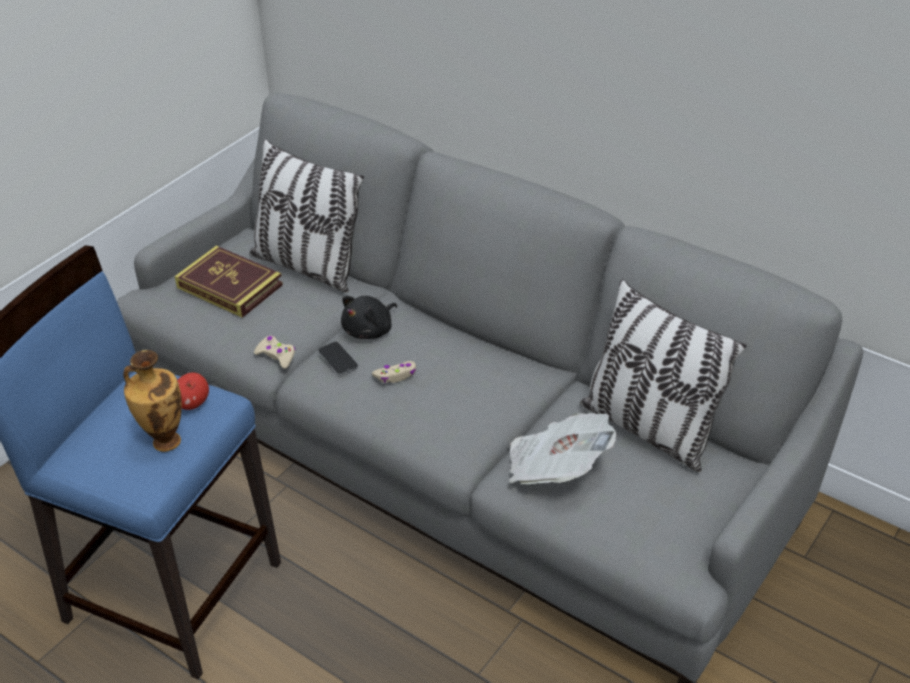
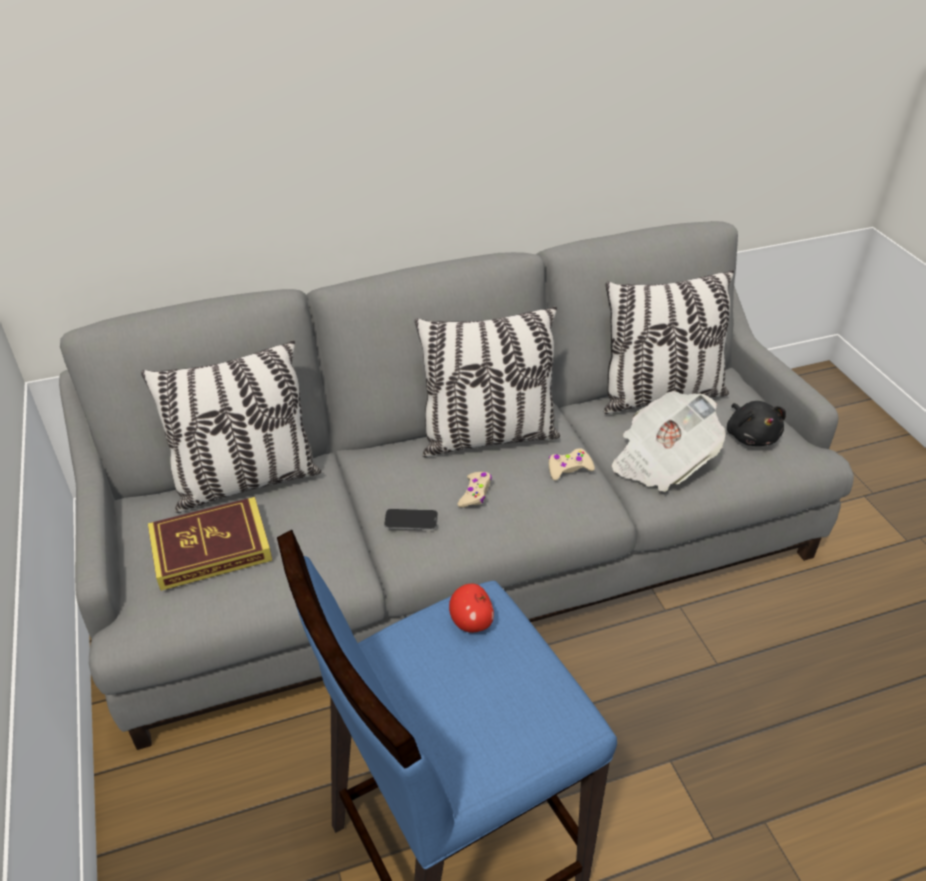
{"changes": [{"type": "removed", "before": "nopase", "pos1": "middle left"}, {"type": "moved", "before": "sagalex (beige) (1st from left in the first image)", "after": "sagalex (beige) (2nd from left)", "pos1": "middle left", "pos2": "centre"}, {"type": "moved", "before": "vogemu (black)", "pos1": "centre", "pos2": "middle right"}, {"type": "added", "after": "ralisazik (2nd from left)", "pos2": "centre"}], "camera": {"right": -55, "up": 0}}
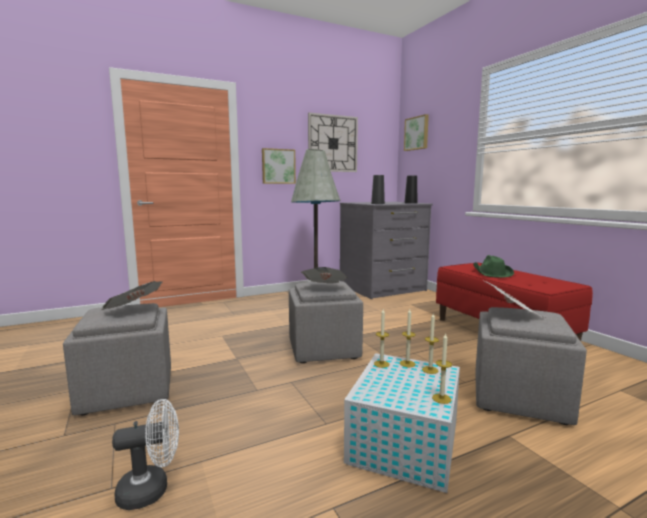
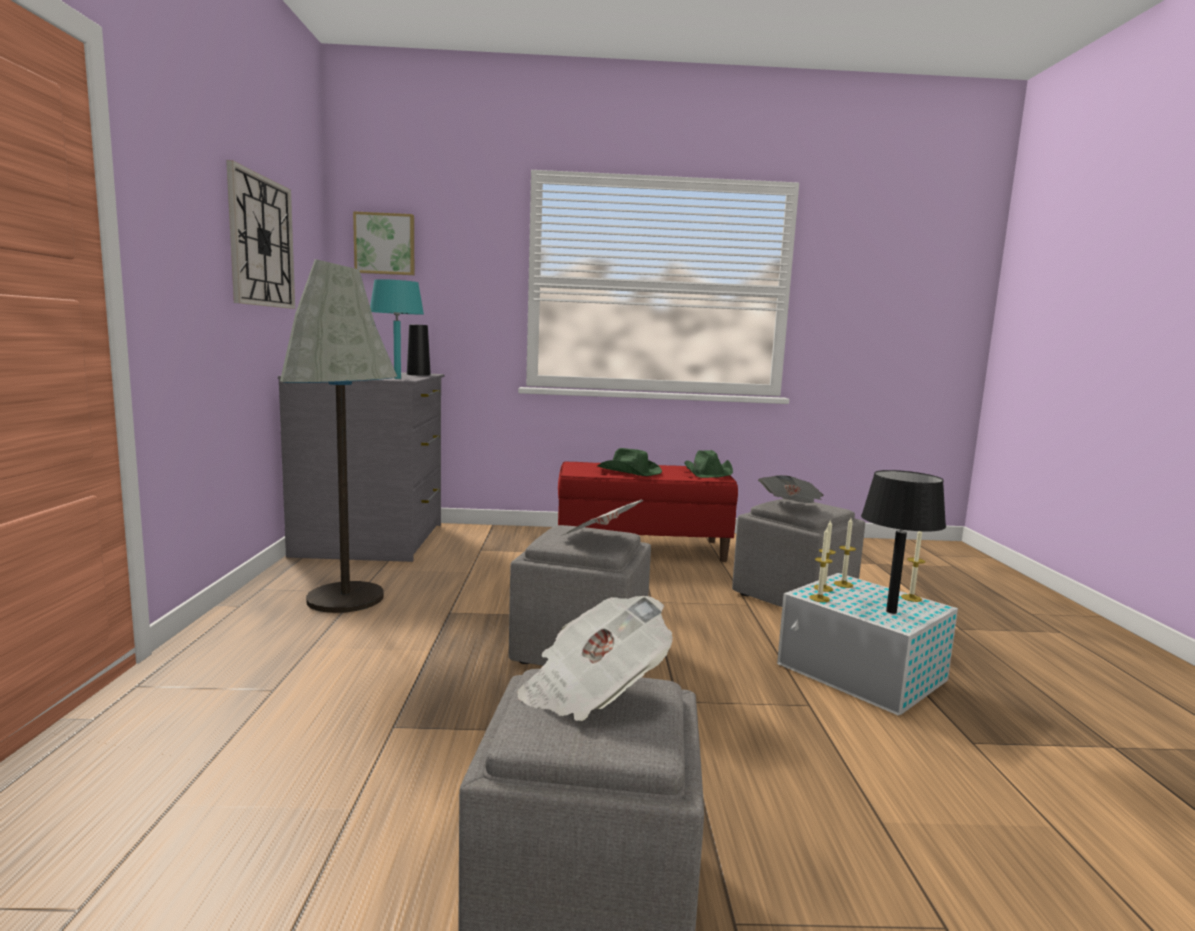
{"changes": [{"type": "removed", "before": "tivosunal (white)", "pos1": "bottom left"}, {"type": "removed", "before": "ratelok (1st from left)", "pos1": "top centre"}, {"type": "replaced", "before": "nopase (black) (1st from left)", "after": "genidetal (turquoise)", "pos1": "centre", "pos2": "middle left"}, {"type": "added", "after": "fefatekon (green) (2nd from left)", "pos2": "centre"}, {"type": "added", "after": "genidetal (black)", "pos2": "middle right"}], "camera": {"right": -65, "up": 0}}
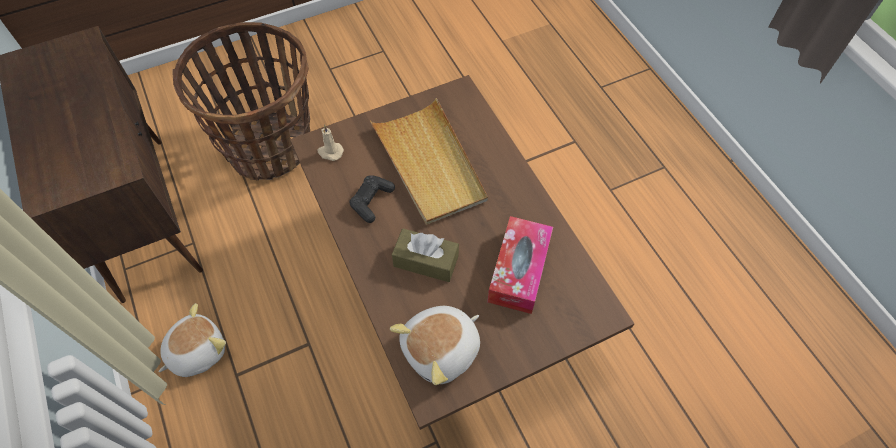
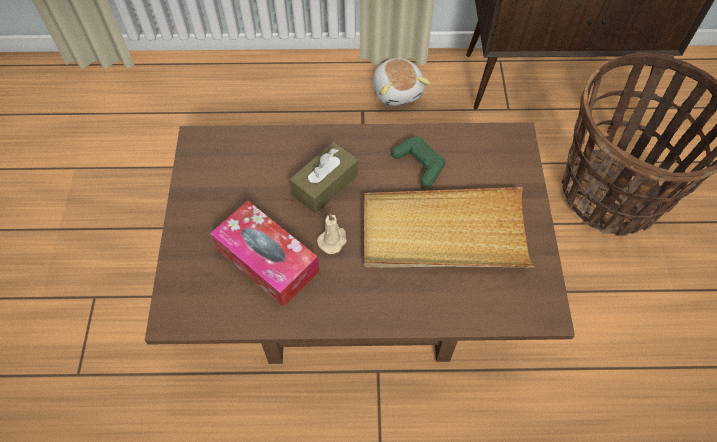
{"changes": [{"type": "moved", "before": "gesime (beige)", "pos1": "top centre", "pos2": "centre"}, {"type": "recoloured", "before": "sagalex (black)", "after": "sagalex (green)", "pos1": "centre", "pos2": "centre"}, {"type": "removed", "before": "vogemu (2nd from left)", "pos1": "bottom centre"}], "camera": {"right": 115, "up": 0}}
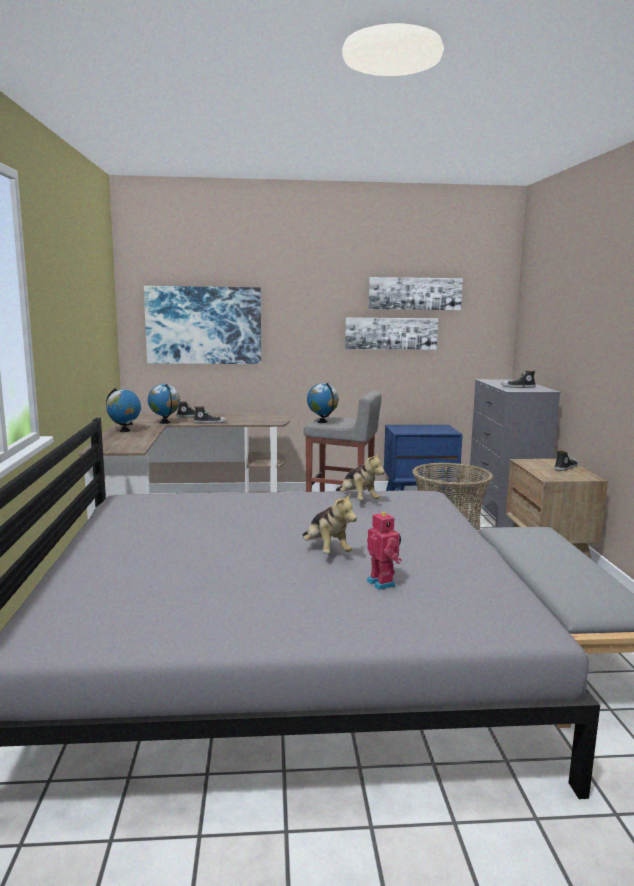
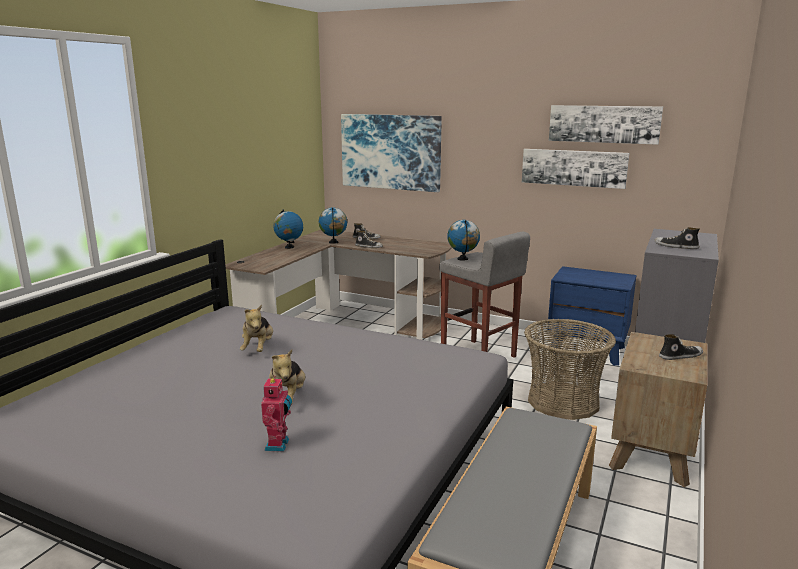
{"changes": [{"type": "moved", "before": "vogemu (2nd from left in the first image)", "after": "vogemu (1st from left)", "pos1": "centre", "pos2": "middle left"}], "camera": {"right": 30, "up": 5}}
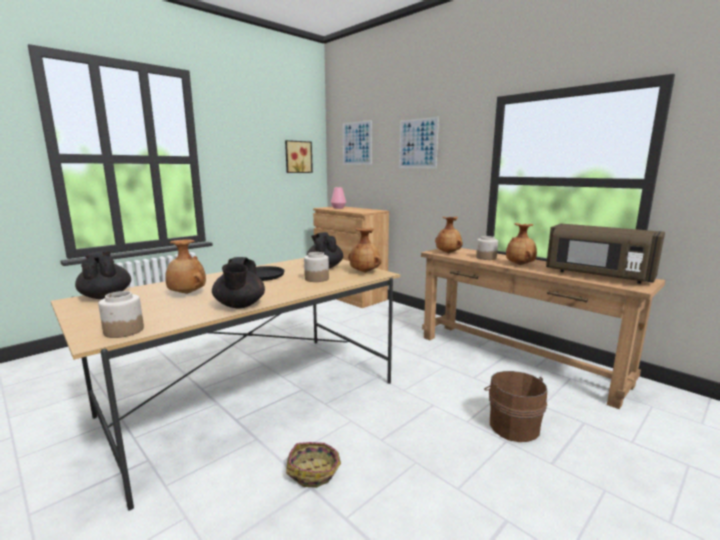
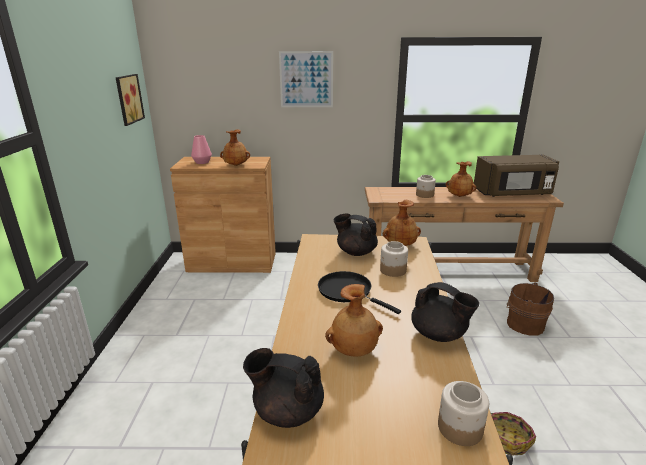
{"changes": [{"type": "removed", "before": "ratelok (2nd from left)", "pos1": "top centre"}, {"type": "moved", "before": "nopase (brown) (3rd from left in the first image)", "after": "nopase (brown) (1st from left)", "pos1": "centre", "pos2": "top centre"}], "camera": {"right": -45, "up": 10}}
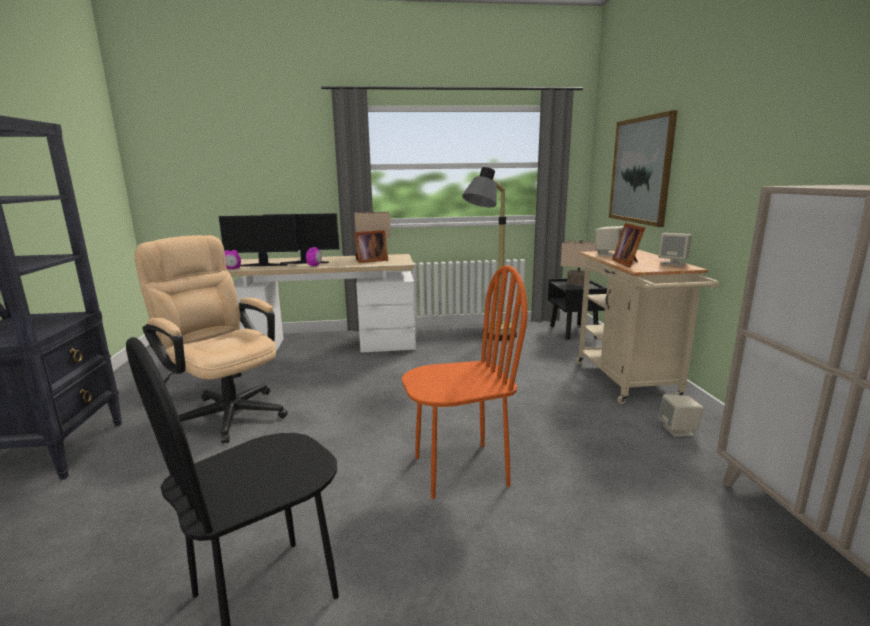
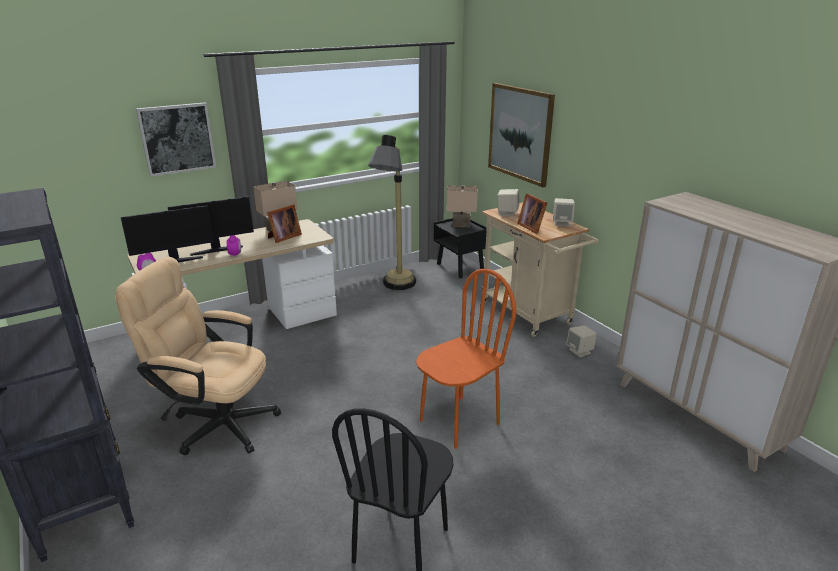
{"changes": [{"type": "added", "after": "ratelok (1st from left)", "pos2": "top left"}], "camera": {"right": -25, "up": 10}}
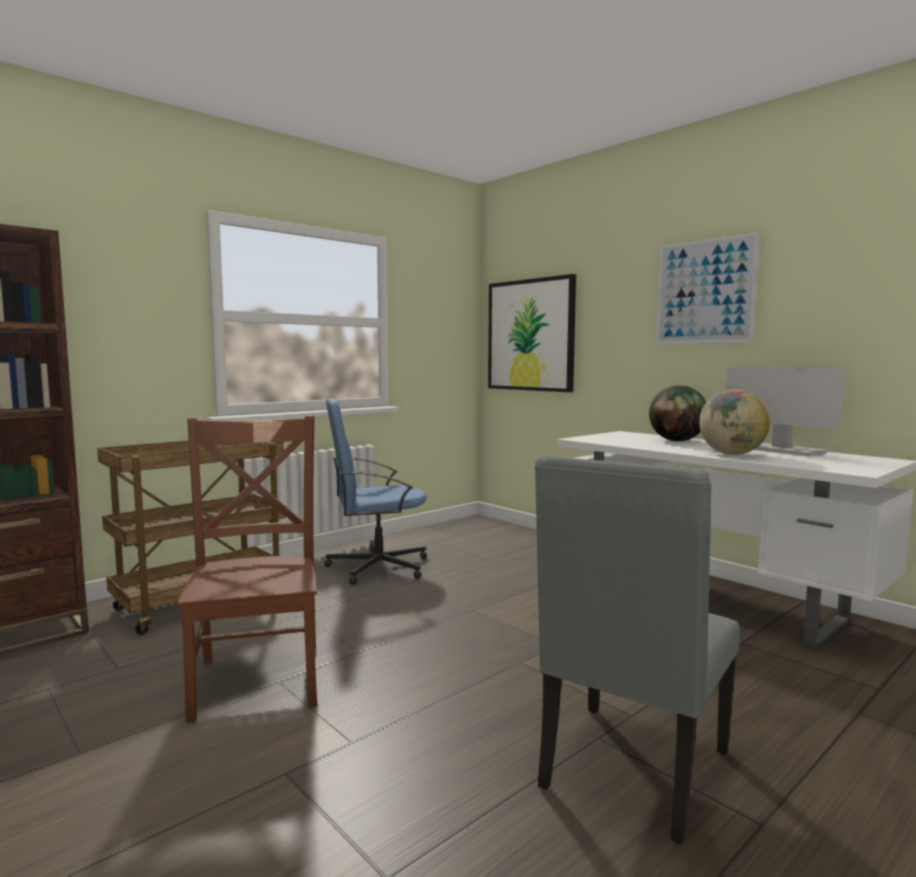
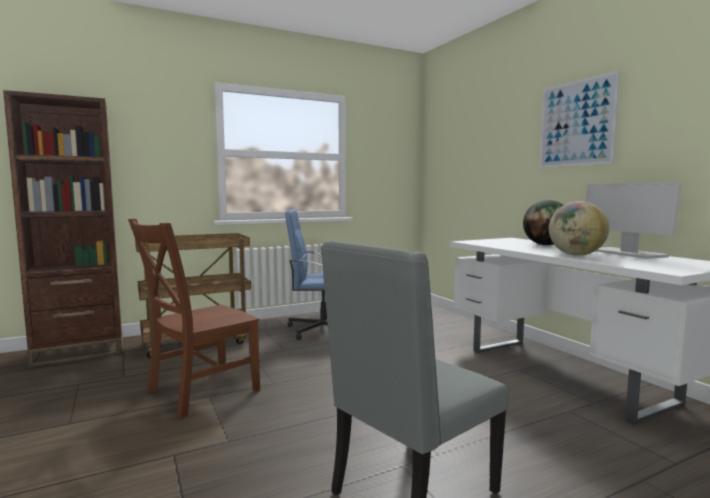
{"changes": [{"type": "turned", "before": "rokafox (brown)", "pos1": "middle left", "pos2": "middle left", "turn": -135}, {"type": "removed", "before": "ratelok (1st from left)", "pos1": "centre"}], "camera": {"right": 15, "up": 0}}
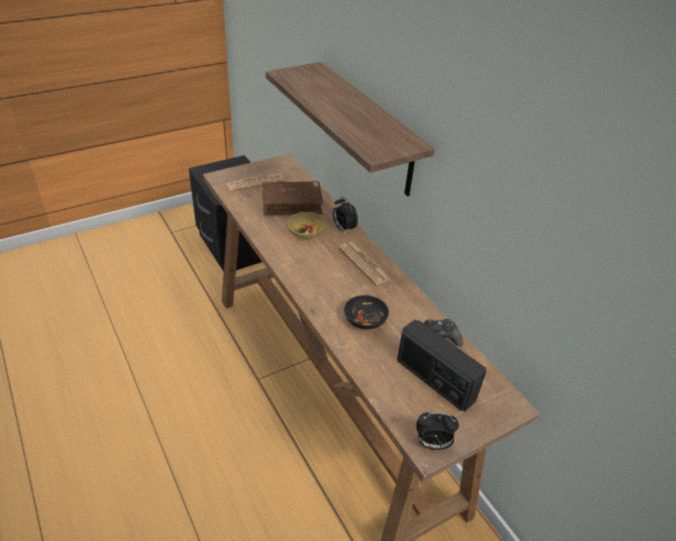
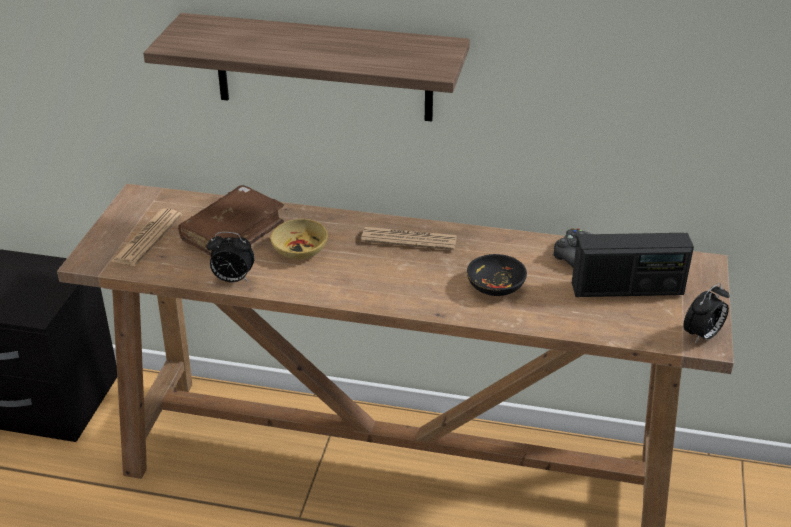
{"changes": [{"type": "moved", "before": "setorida (1st from left)", "pos1": "centre", "pos2": "middle left"}], "camera": {"right": -45, "up": -5}}
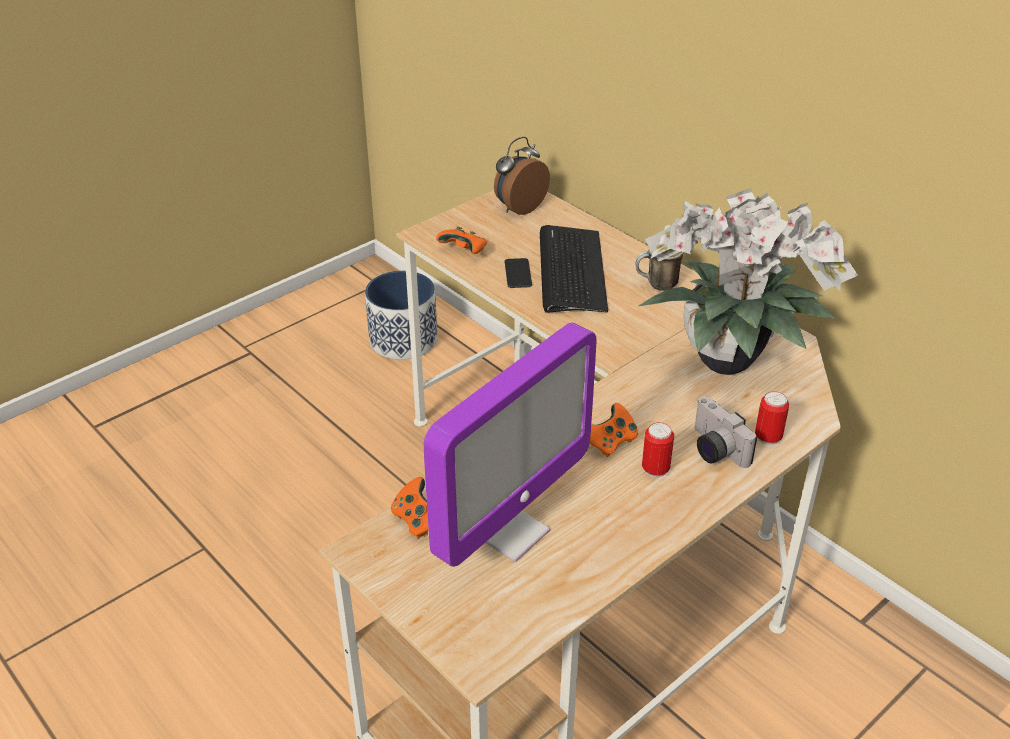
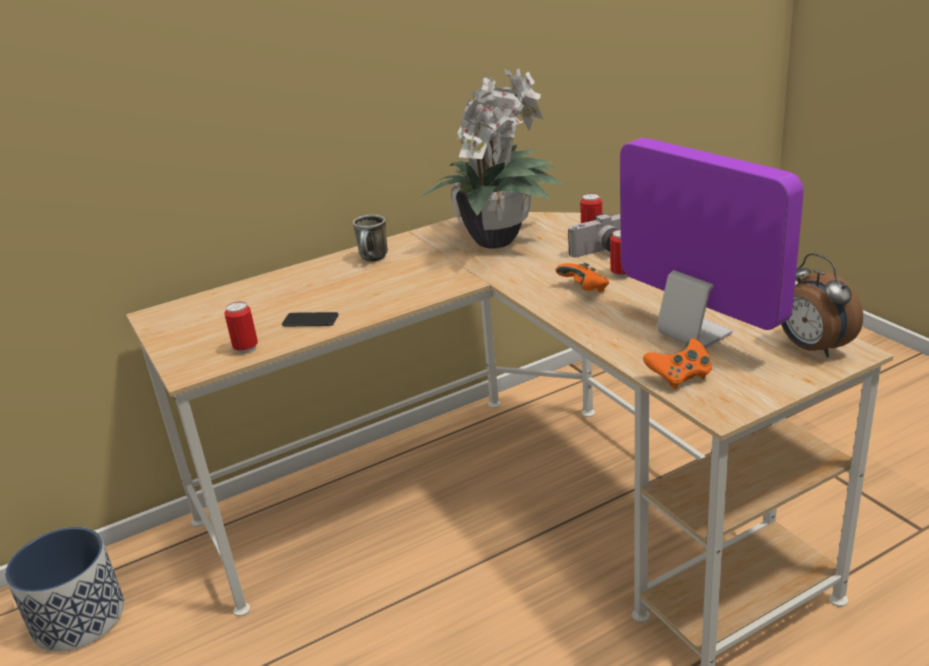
{"changes": [{"type": "replaced", "before": "sagalex (orange) (2nd from left)", "after": "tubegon (1st from left)", "pos1": "top centre", "pos2": "middle left"}, {"type": "moved", "before": "setorida", "pos1": "top centre", "pos2": "middle right"}, {"type": "removed", "before": "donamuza", "pos1": "centre"}], "camera": {"right": -75, "up": -10}}
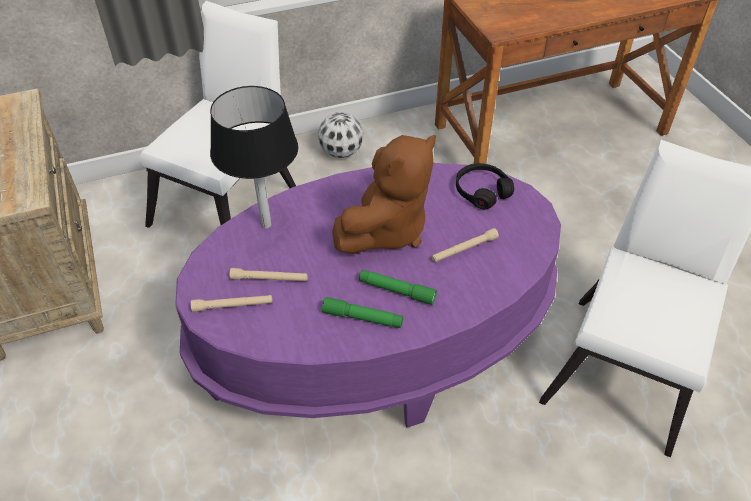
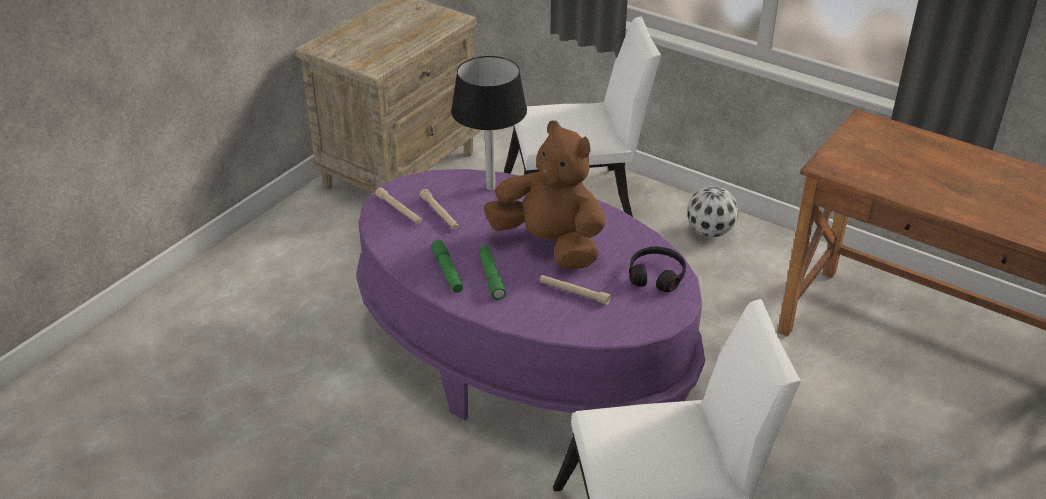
{"changes": [{"type": "turned", "before": "vogemu (brown)", "pos1": "centre", "pos2": "centre", "turn": -150}], "camera": {"right": 55, "up": -10}}
